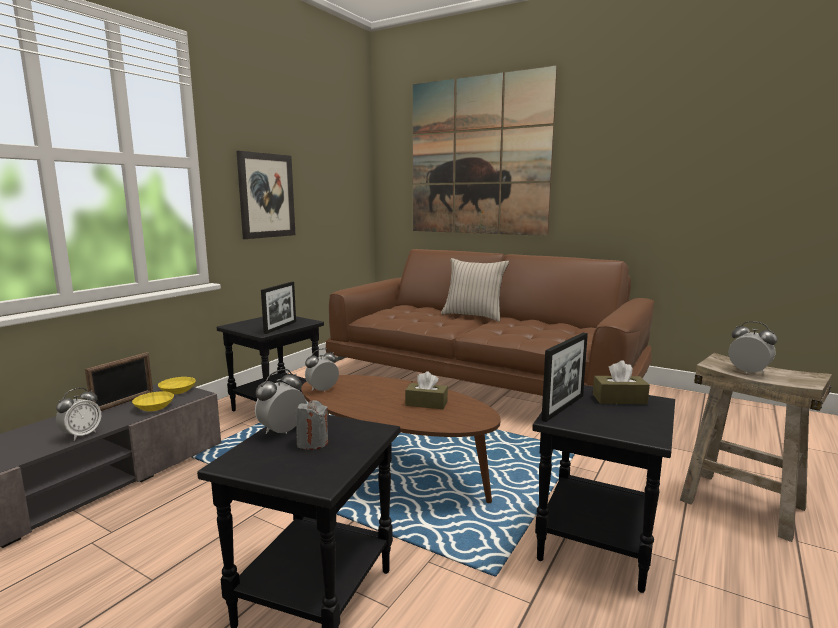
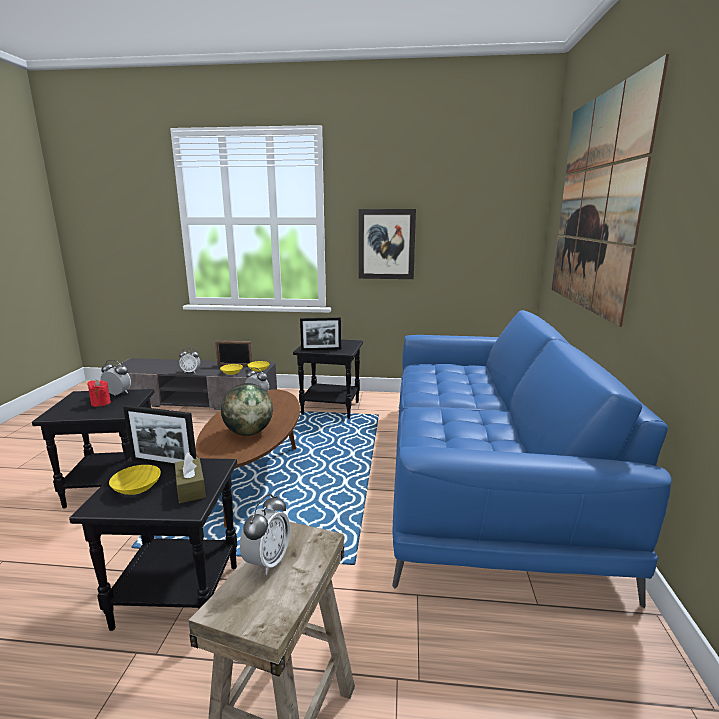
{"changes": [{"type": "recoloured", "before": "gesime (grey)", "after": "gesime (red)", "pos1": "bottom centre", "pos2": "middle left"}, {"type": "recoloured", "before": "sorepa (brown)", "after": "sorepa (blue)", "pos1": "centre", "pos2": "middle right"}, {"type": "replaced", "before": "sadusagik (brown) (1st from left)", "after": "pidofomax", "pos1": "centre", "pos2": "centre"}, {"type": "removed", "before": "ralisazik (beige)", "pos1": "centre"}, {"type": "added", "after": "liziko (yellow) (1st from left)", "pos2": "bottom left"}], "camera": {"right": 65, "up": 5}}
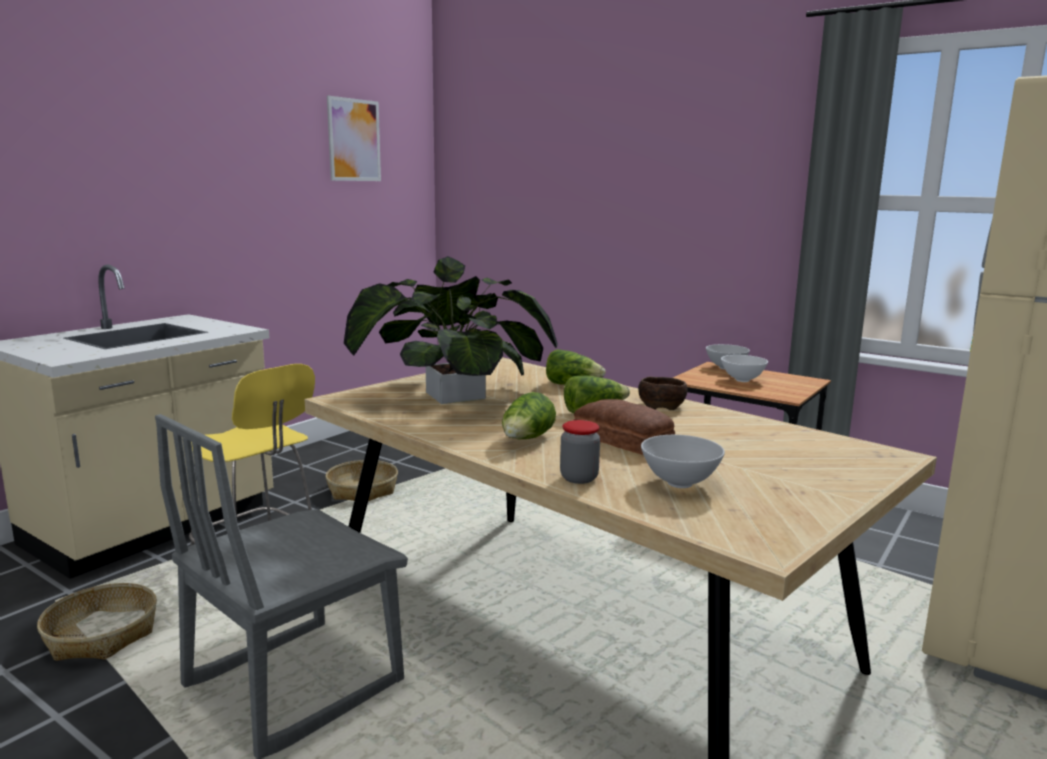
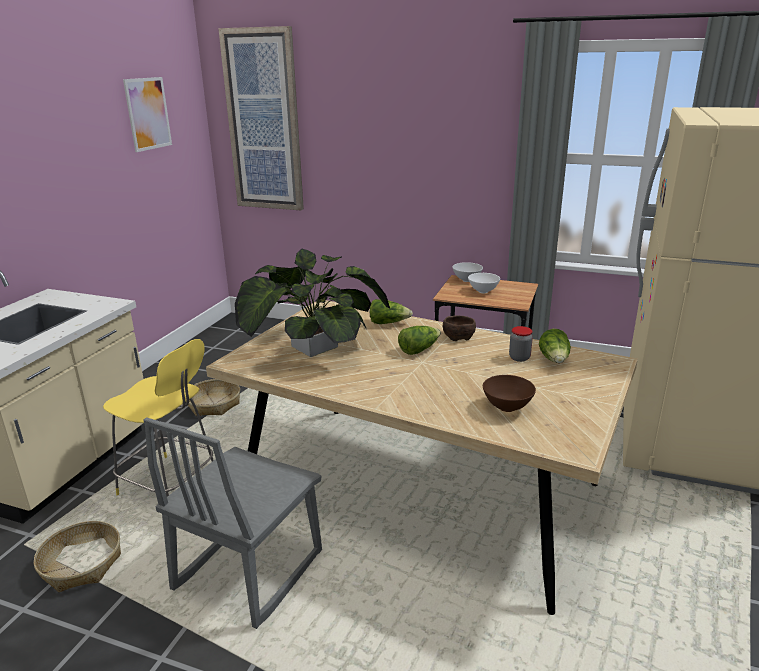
{"changes": [{"type": "moved", "before": "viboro (1st from left in the first image)", "after": "viboro (3rd from left)", "pos1": "centre", "pos2": "middle right"}, {"type": "moved", "before": "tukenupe", "pos1": "centre", "pos2": "middle right"}, {"type": "removed", "before": "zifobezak", "pos1": "centre"}, {"type": "recoloured", "before": "liziko (white) (1st from left)", "after": "liziko (brown) (2nd from left)", "pos1": "centre", "pos2": "middle right"}, {"type": "added", "after": "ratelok (2nd from left)", "pos2": "top centre"}], "camera": {"right": -15, "up": 10}}
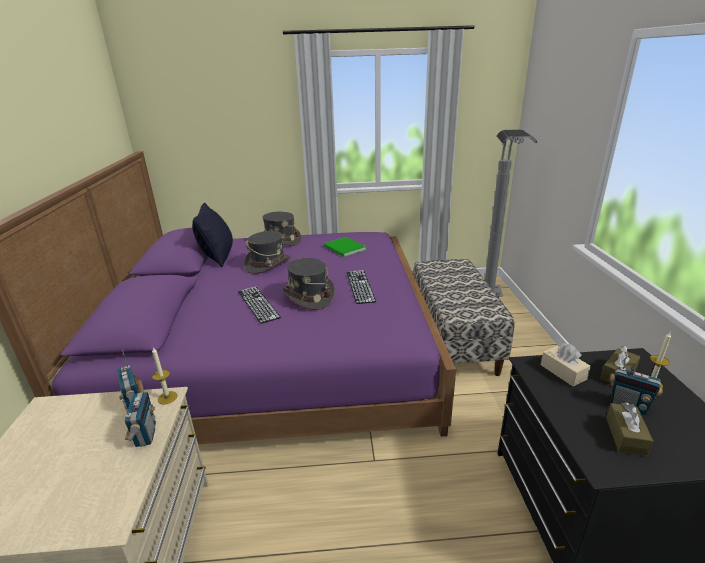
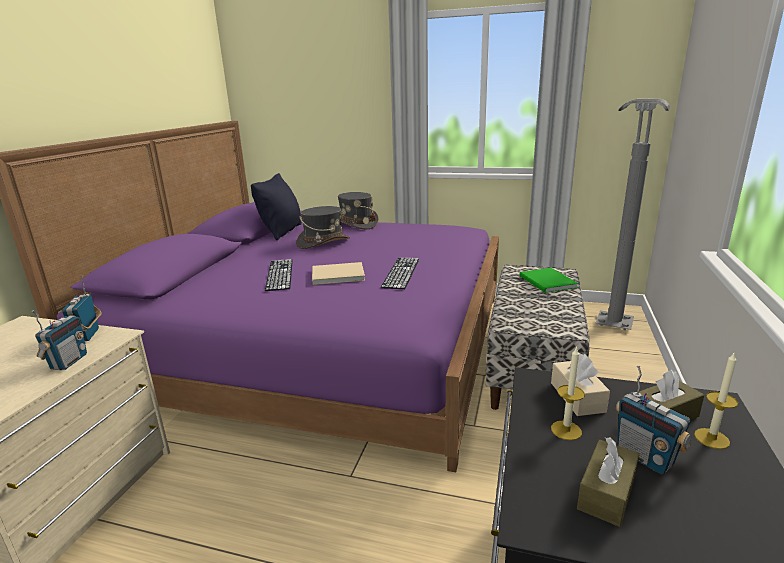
{"changes": [{"type": "moved", "before": "gesime (1st from left)", "pos1": "bottom left", "pos2": "bottom right"}, {"type": "replaced", "before": "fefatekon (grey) (3rd from left)", "after": "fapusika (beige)", "pos1": "centre", "pos2": "centre"}, {"type": "moved", "before": "fapusika (green)", "pos1": "centre", "pos2": "middle right"}], "camera": {"right": 20, "up": -5}}
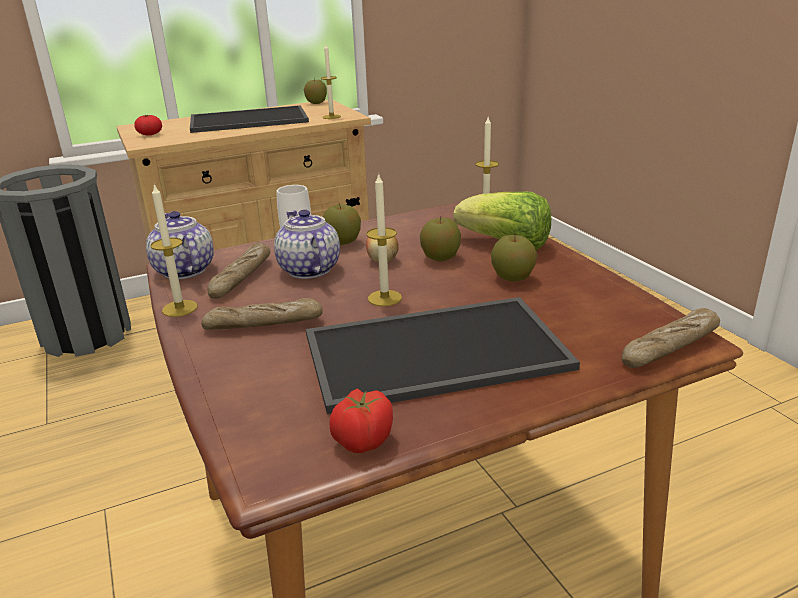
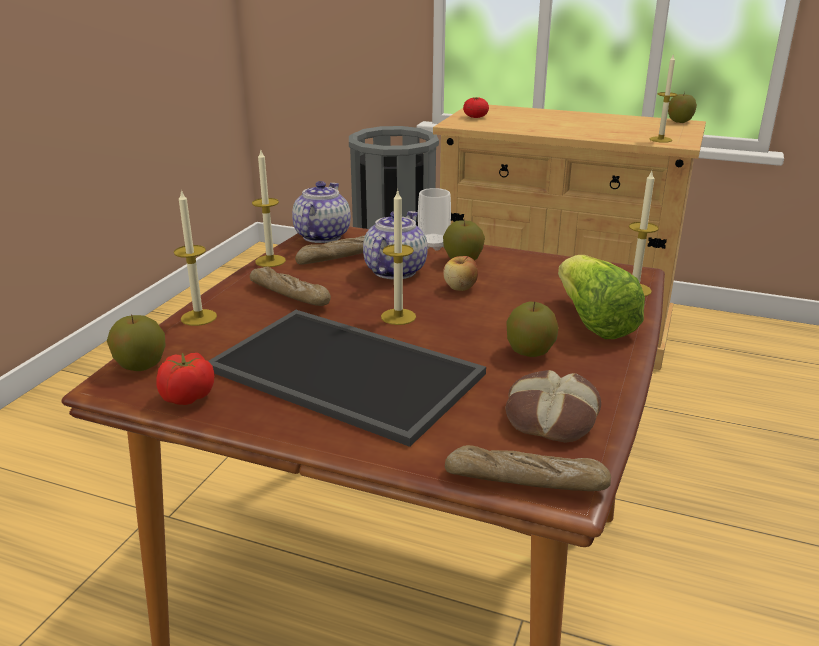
{"changes": [{"type": "removed", "before": "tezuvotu (1st from left)", "pos1": "top left"}, {"type": "moved", "before": "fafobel (4th from left in the first image)", "after": "fafobel (1st from left)", "pos1": "centre", "pos2": "middle left"}, {"type": "added", "after": "gesime (1st from left)", "pos2": "middle left"}, {"type": "added", "after": "zifobezak (4th from left)", "pos2": "middle right"}], "camera": {"right": 45, "up": 0}}
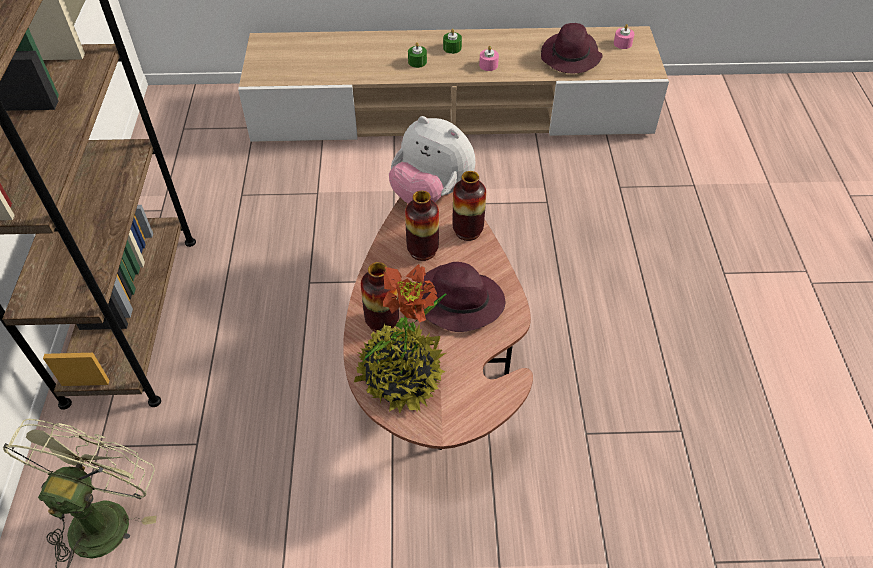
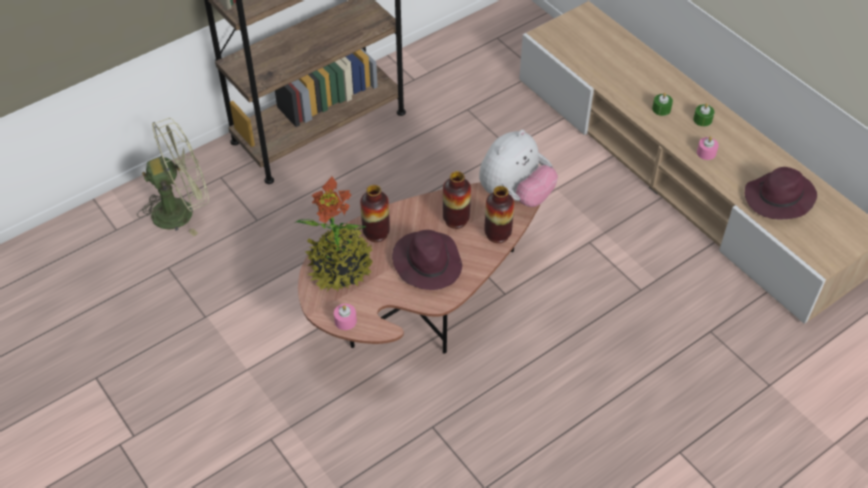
{"changes": [{"type": "turned", "before": "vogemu", "pos1": "top centre", "pos2": "centre", "turn": -135}, {"type": "moved", "before": "gesime (pink) (2nd from left in the first image)", "after": "gesime (pink) (1st from left)", "pos1": "top right", "pos2": "centre"}], "camera": {"right": 55, "up": 0}}
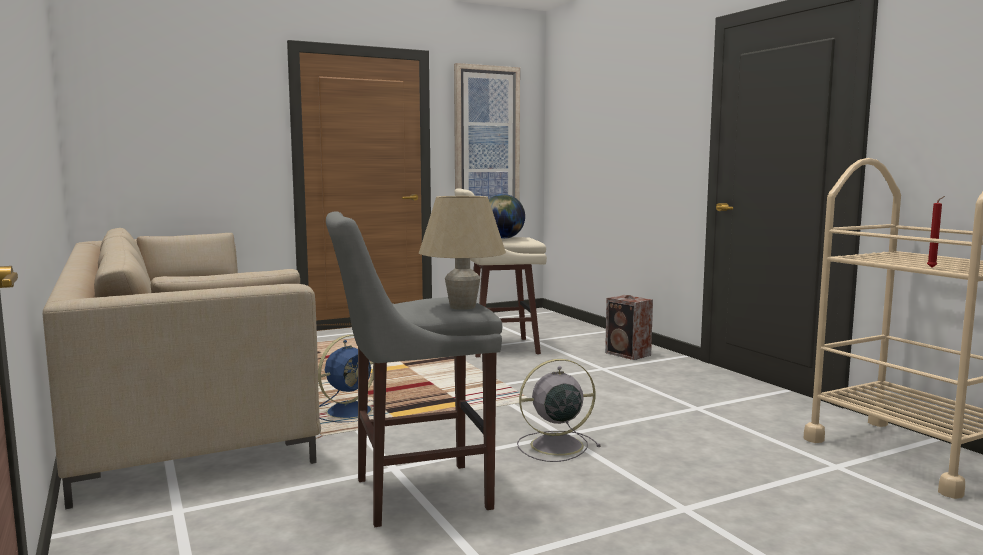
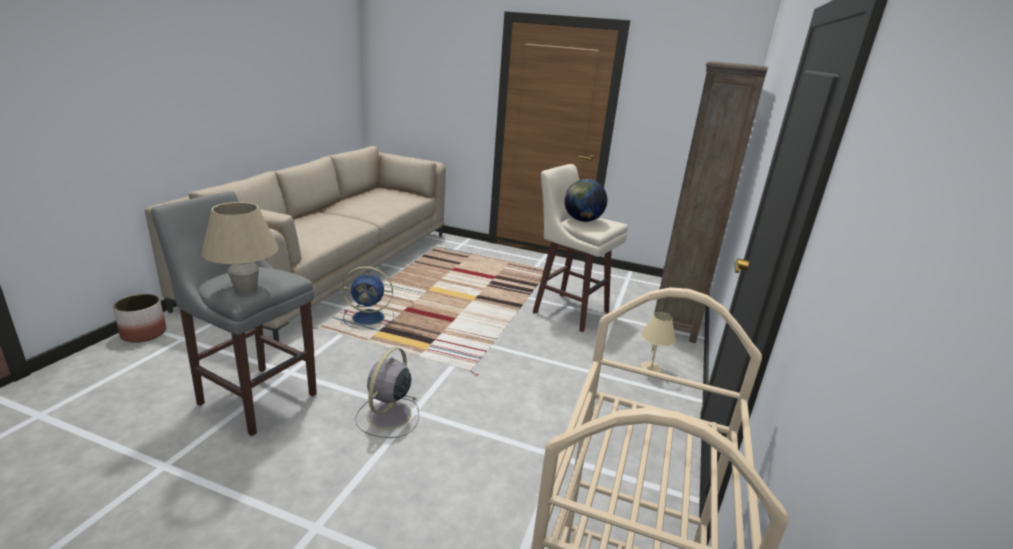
{"changes": [{"type": "removed", "before": "ratelok", "pos1": "top centre"}, {"type": "turned", "before": "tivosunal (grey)", "pos1": "bottom centre", "pos2": "bottom centre", "turn": -105}, {"type": "replaced", "before": "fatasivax", "after": "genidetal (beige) (2nd from left)", "pos1": "centre", "pos2": "centre"}, {"type": "removed", "before": "gesime (red)", "pos1": "middle right"}, {"type": "added", "after": "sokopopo", "pos2": "middle left"}, {"type": "added", "after": "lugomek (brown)", "pos2": "middle right"}], "camera": {"right": 45, "up": 15}}
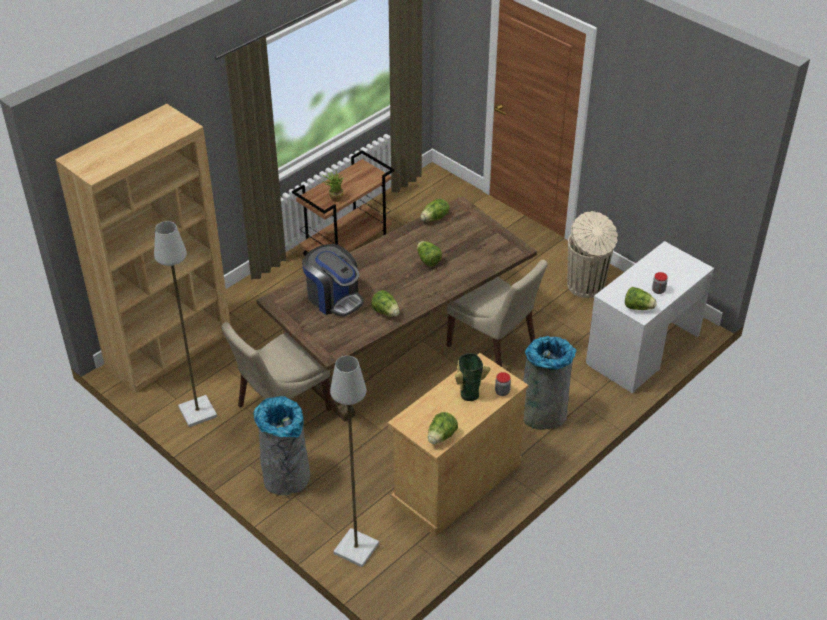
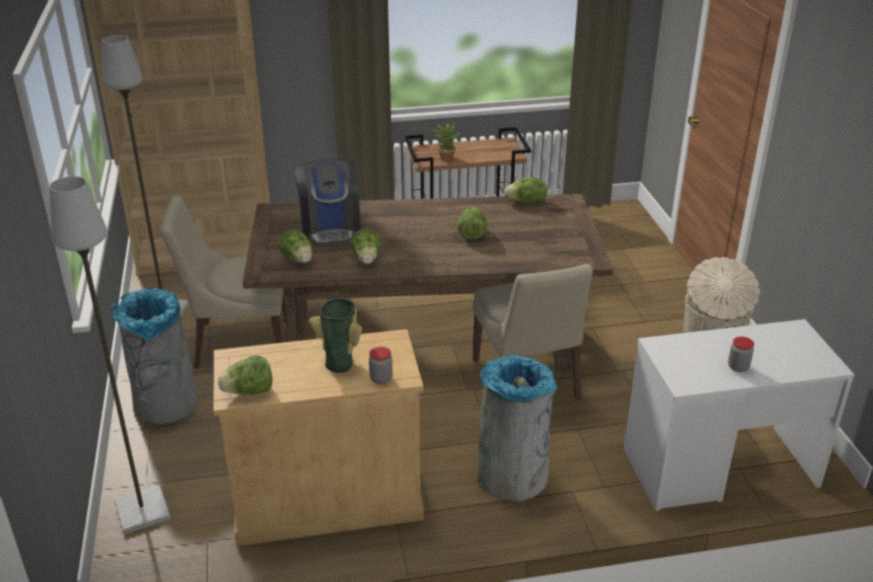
{"changes": [{"type": "moved", "before": "viboro (5th from left in the first image)", "after": "viboro (2nd from left)", "pos1": "middle right", "pos2": "centre"}], "camera": {"right": 35, "up": -10}}
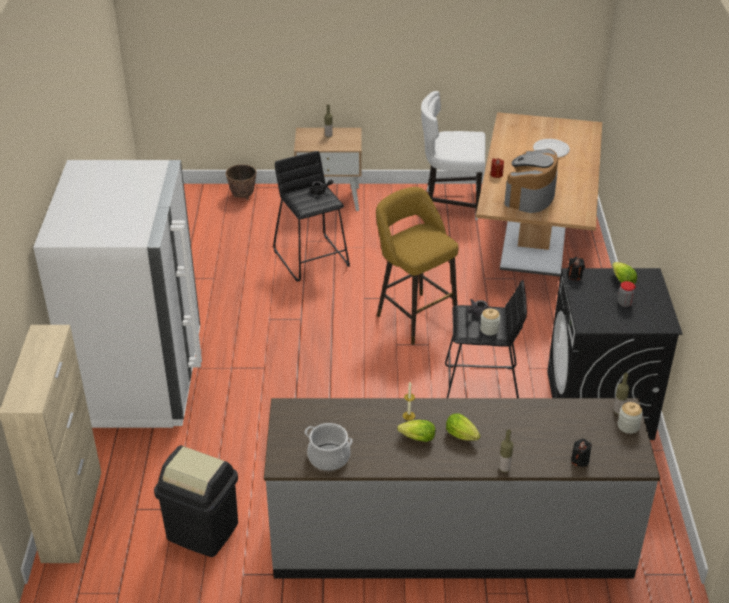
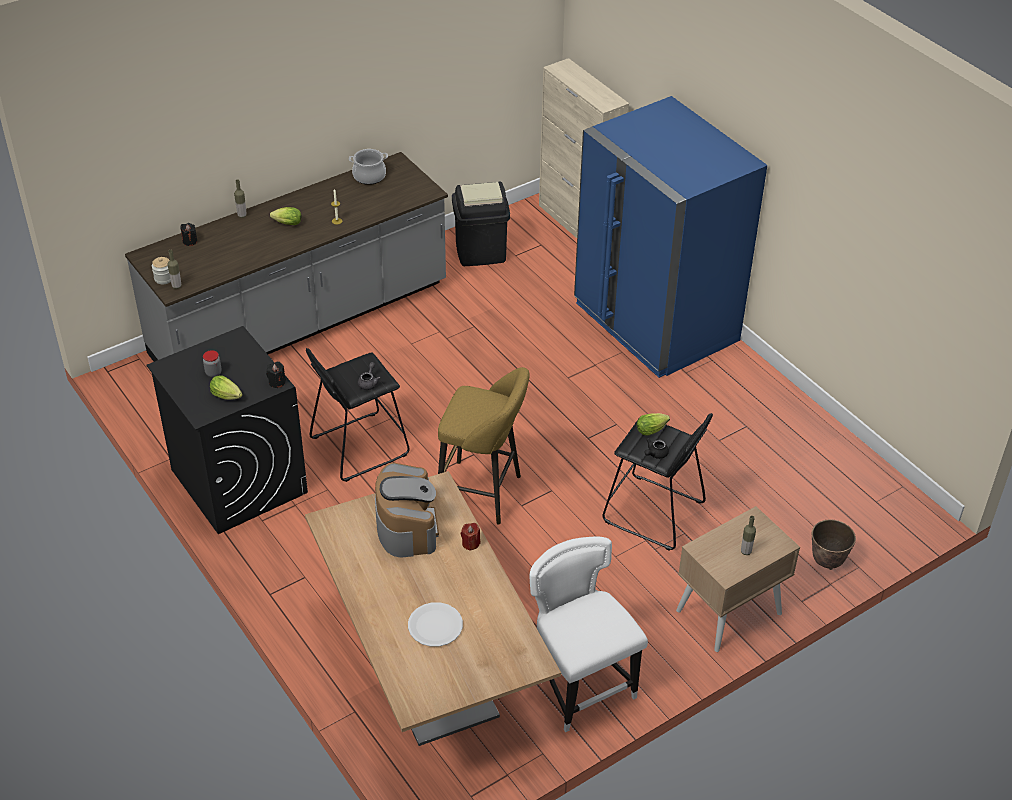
{"changes": [{"type": "recoloured", "before": "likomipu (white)", "after": "likomipu (blue)", "pos1": "middle left", "pos2": "top centre"}, {"type": "moved", "before": "viboro (1st from left in the first image)", "after": "viboro (3rd from left)", "pos1": "bottom centre", "pos2": "centre"}, {"type": "turned", "before": "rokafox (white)", "pos1": "top centre", "pos2": "bottom centre", "turn": -90}, {"type": "removed", "before": "tukenupe (1st from left)", "pos1": "middle right"}], "camera": {"right": 145, "up": 5}}
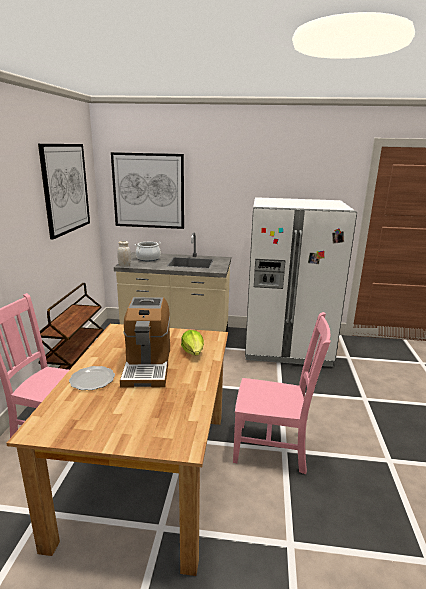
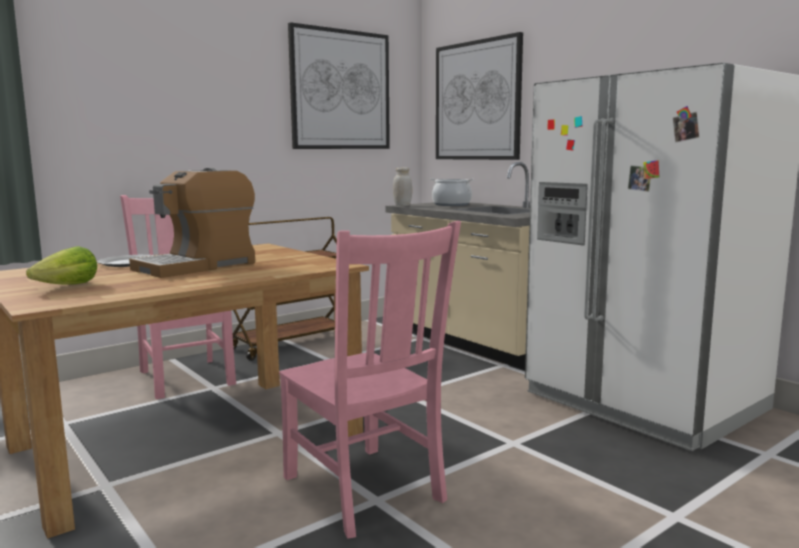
{"changes": [{"type": "moved", "before": "viboro", "pos1": "centre", "pos2": "middle left"}], "camera": {"right": 45, "up": -10}}
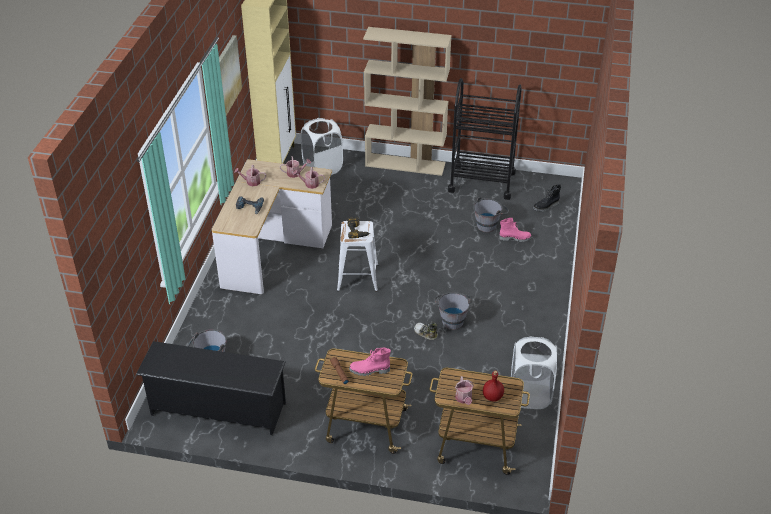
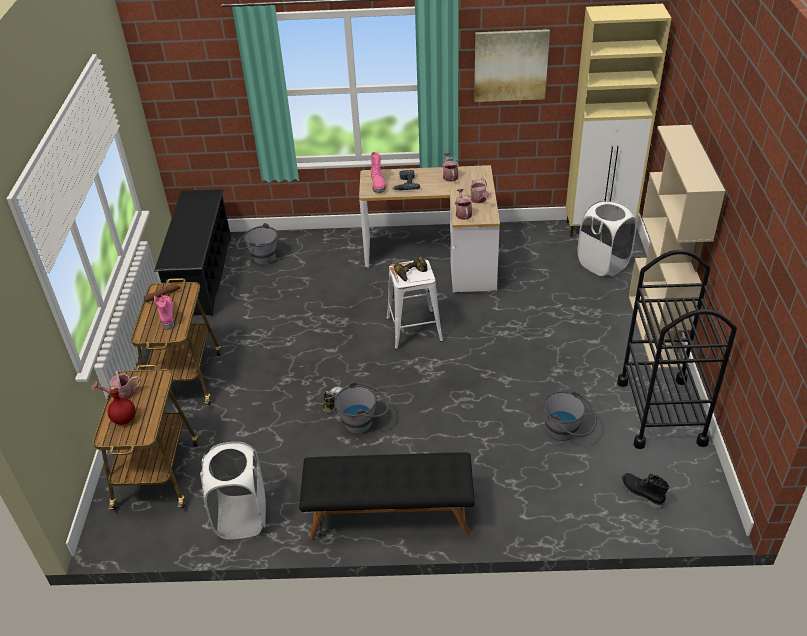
{"changes": [{"type": "moved", "before": "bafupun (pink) (2nd from left)", "pos1": "middle right", "pos2": "top centre"}, {"type": "added", "after": "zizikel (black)", "pos2": "bottom centre"}], "camera": {"right": 80, "up": 0}}
